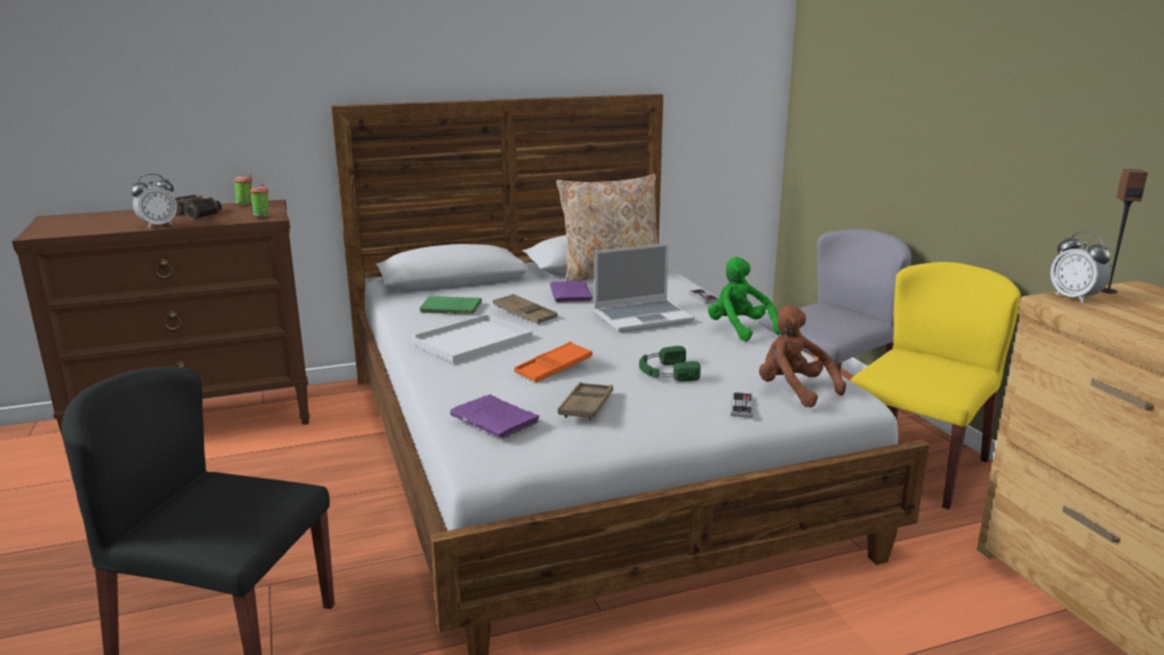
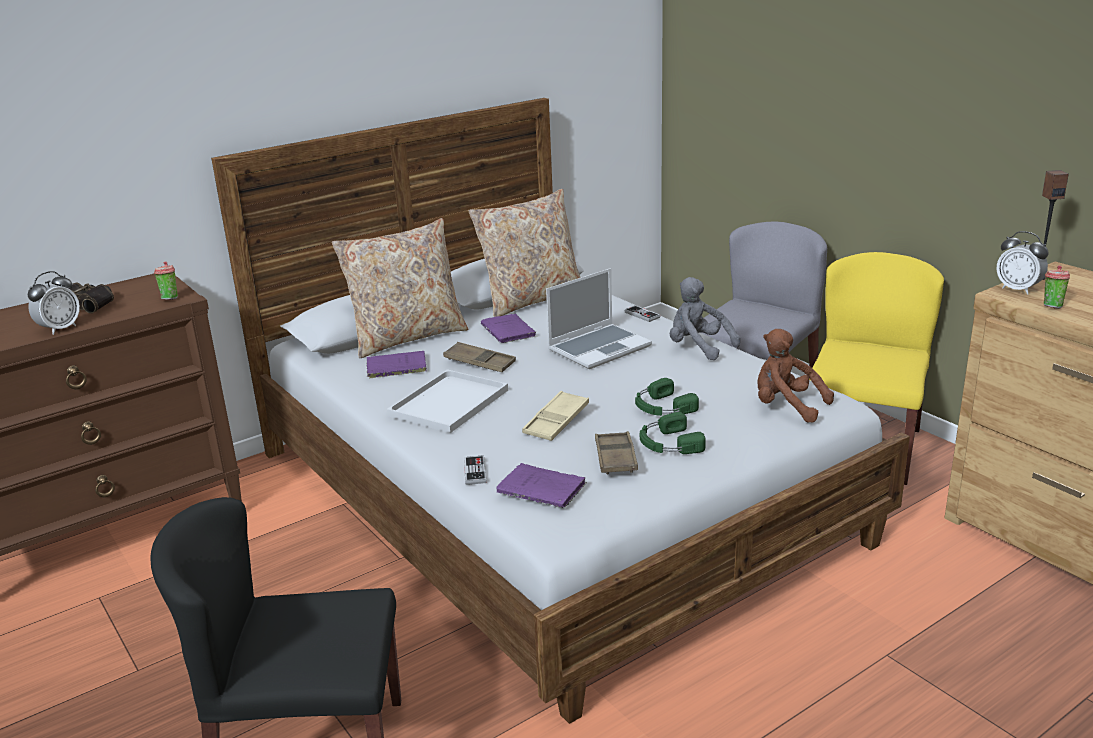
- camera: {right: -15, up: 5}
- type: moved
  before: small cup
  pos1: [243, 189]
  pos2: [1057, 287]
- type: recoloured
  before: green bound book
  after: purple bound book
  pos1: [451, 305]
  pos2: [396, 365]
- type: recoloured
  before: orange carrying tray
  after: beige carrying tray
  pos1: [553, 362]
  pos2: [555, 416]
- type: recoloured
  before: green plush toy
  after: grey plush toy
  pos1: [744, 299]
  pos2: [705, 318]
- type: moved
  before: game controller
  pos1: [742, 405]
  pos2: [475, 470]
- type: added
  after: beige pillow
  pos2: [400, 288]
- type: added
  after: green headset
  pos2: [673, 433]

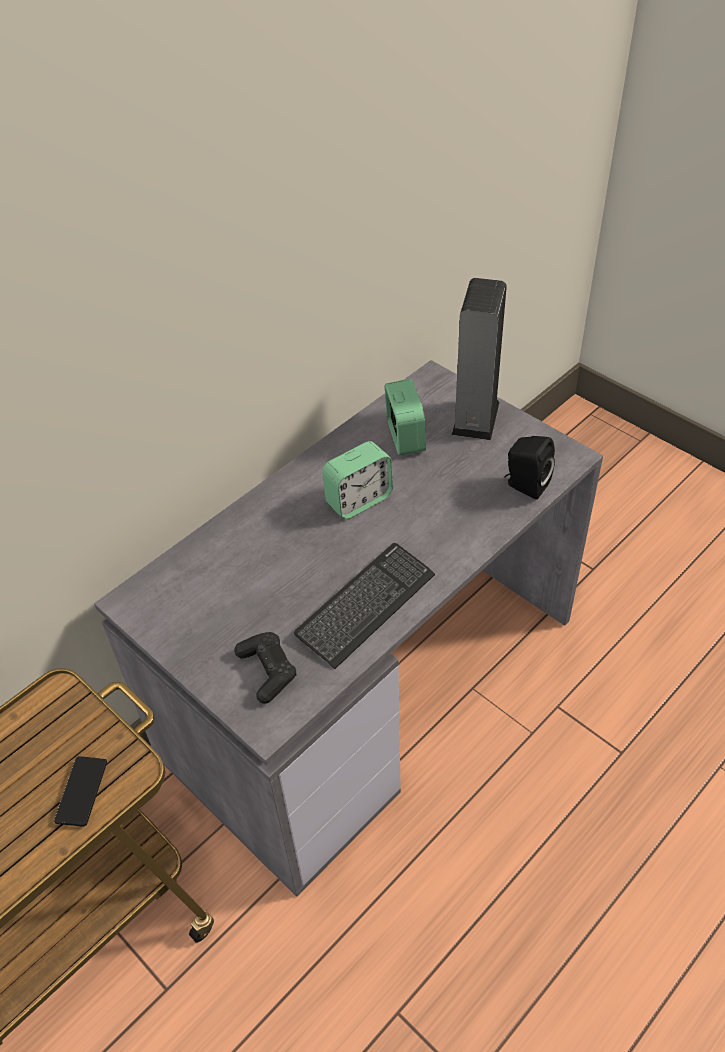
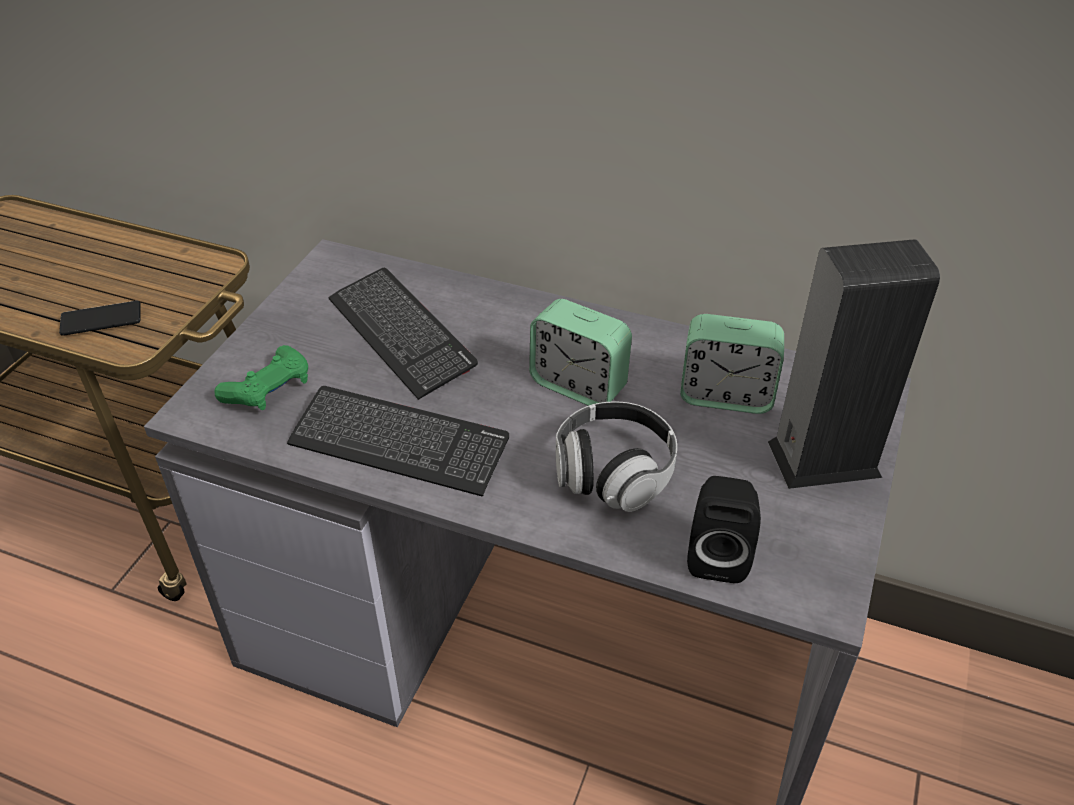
- camera: {right: 65, up: -5}
- type: recoloured
  before: black game controller
  after: green game controller
  pos1: [265, 668]
  pos2: [261, 377]
- type: turned
  before: alarm clock
  pos1: [405, 417]
  pos2: [732, 364]
  turn: 45
- type: added
  after: keyboard
  pos2: [403, 333]
- type: added
  after: headset
  pos2: [616, 456]

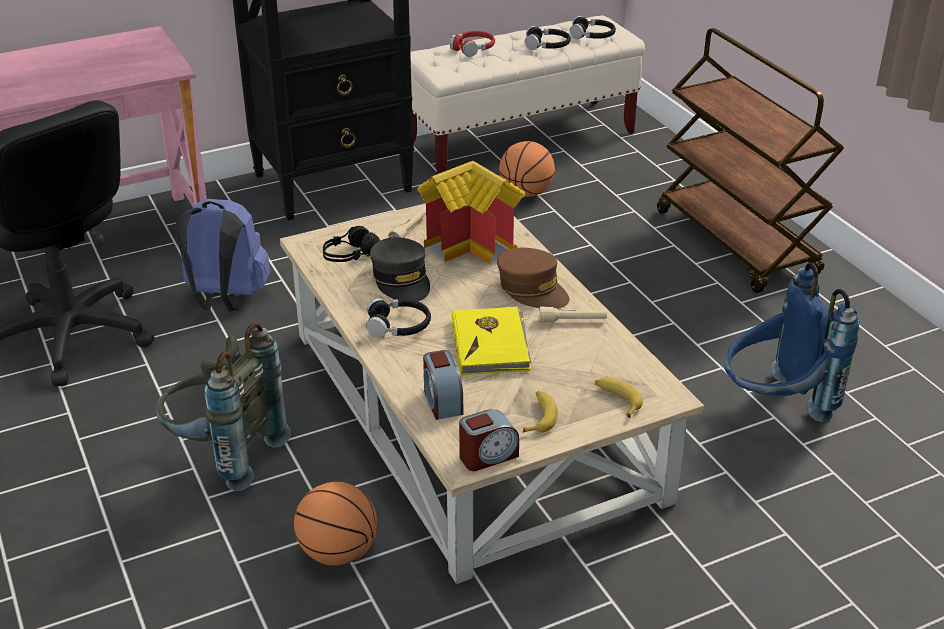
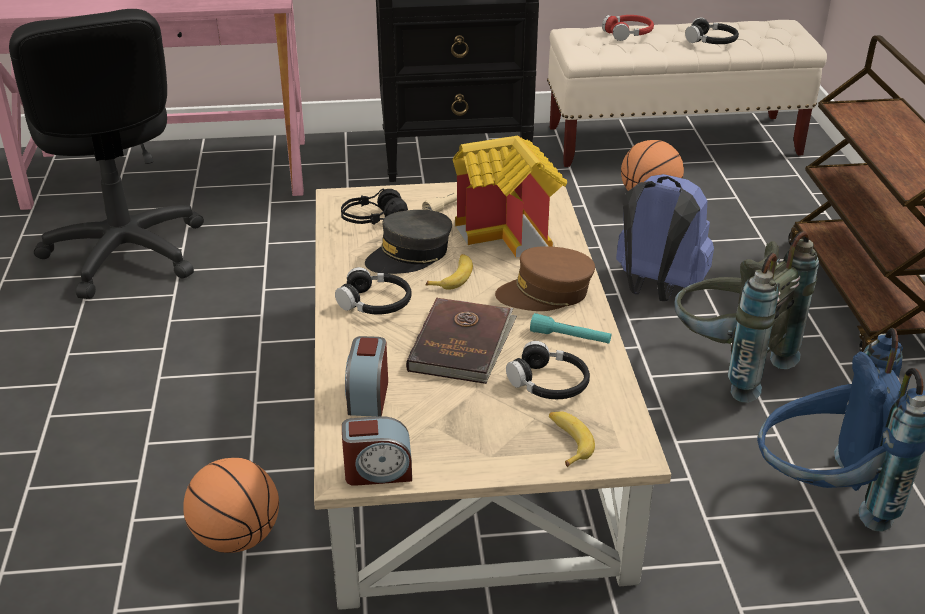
- camera: {right: 20, up: 0}
- type: moved
  before: grey knapsack
  pos1: [223, 406]
  pos2: [747, 317]
- type: moved
  before: bluish knapsack
  pos1: [223, 255]
  pos2: [665, 237]
- type: turned
  before: grey baseball cap
  pos1: [400, 269]
  pos2: [408, 242]
  turn: 60
- type: recoloured
  before: yellow-coloured bound book
  after: brownish bound book
  pos1: [491, 340]
  pos2: [461, 340]
- type: turned
  before: brownish baseball cap
  pos1: [533, 278]
  pos2: [545, 278]
  turn: 105
- type: moved
  before: banana fruit
  pos1: [540, 412]
  pos2: [449, 272]
- type: recoloured
  before: beige torch
  after: blue-green torch
  pos1: [573, 314]
  pos2: [570, 328]
- type: moved
  before: black headset
  pos1: [593, 27]
  pos2: [548, 370]

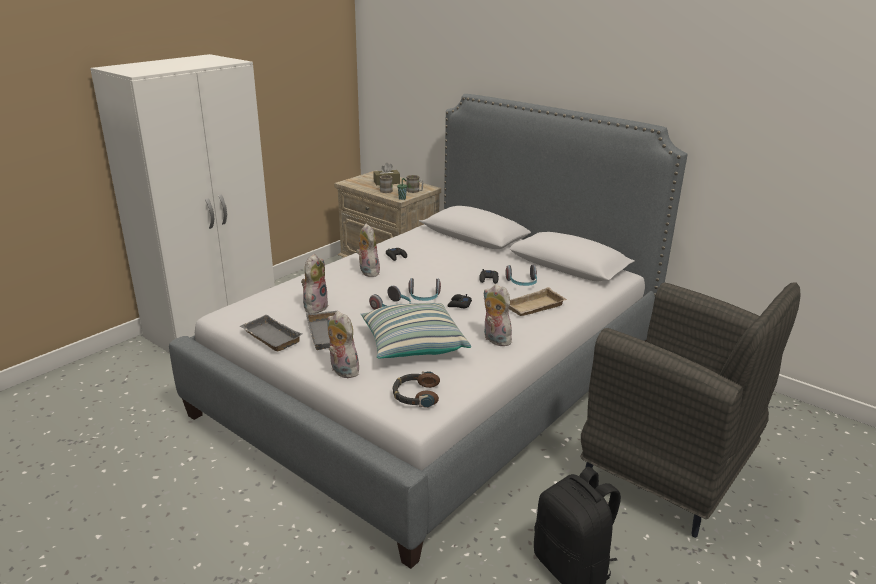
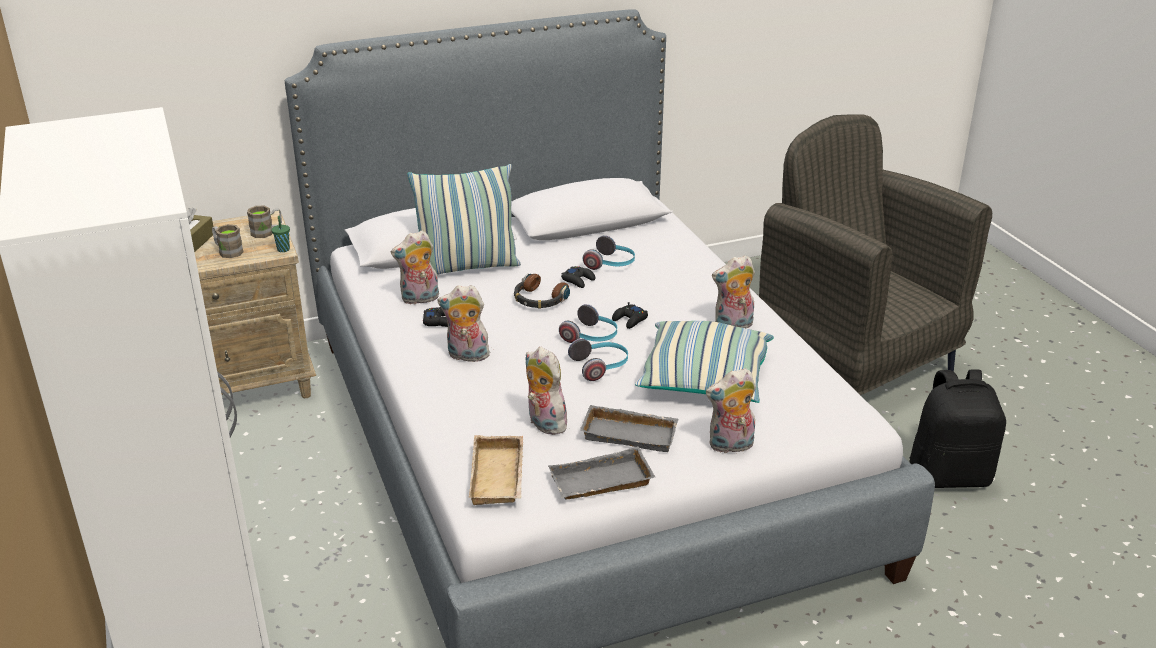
- camera: {right: -60, up: 5}
- type: moved
  before: headset
  pos1: [416, 389]
  pos2: [542, 291]
- type: moved
  before: beige carrying tray
  pos1: [537, 301]
  pos2: [496, 470]
- type: turned
  before: grey armchair
  pos1: [690, 410]
  pos2: [875, 254]
  turn: -105
- type: added
  after: plush toy
  pos2: [415, 267]
- type: added
  after: pillow
  pos2: [464, 219]

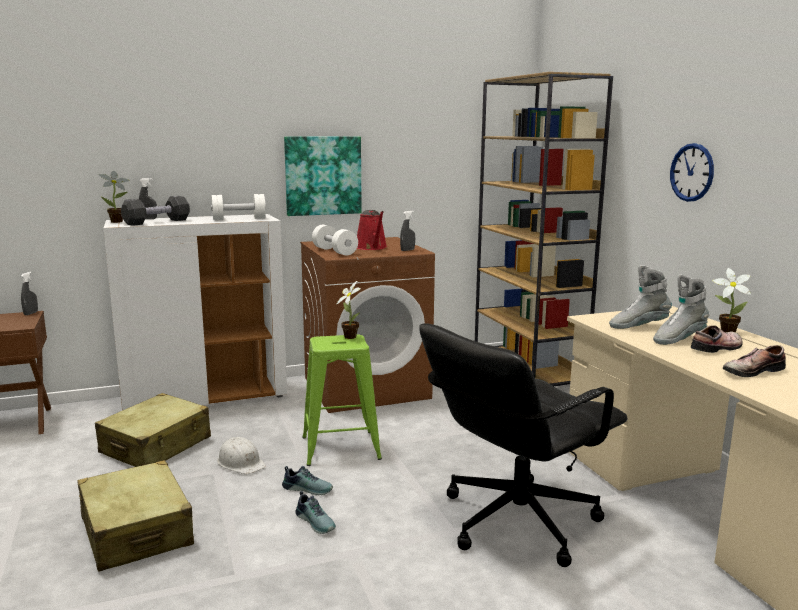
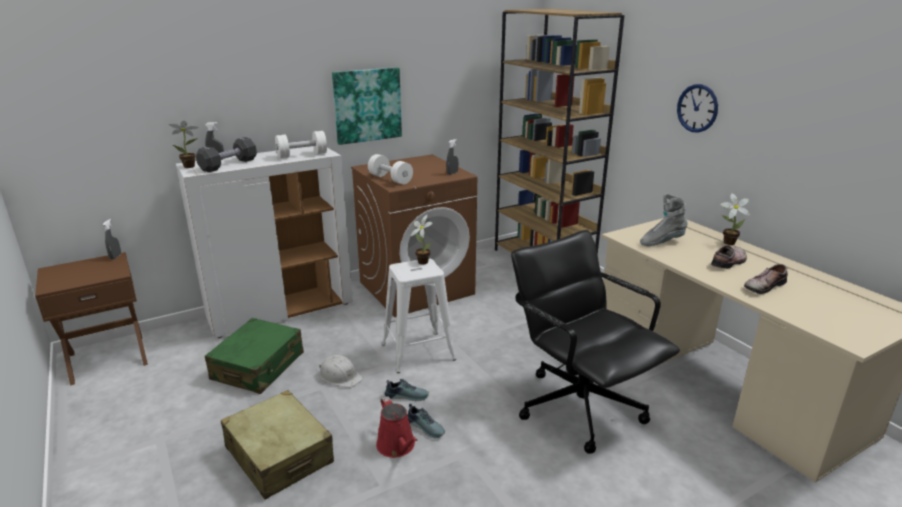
- camera: {right: -10, up: 10}
- type: recoloured
  before: beige piece of luggage
  after: green piece of luggage
  pos1: [153, 430]
  pos2: [254, 356]
- type: recoloured
  before: green sitting stool
  after: white-coloured sitting stool
  pos1: [342, 400]
  pos2: [419, 316]
- type: moved
  before: reddish sprinkling can
  pos1: [372, 230]
  pos2: [396, 427]
- type: turned
  before: black office chair
  pos1: [523, 445]
  pos2: [595, 342]
  turn: 105
- type: removed
  before: grey high-top boot
  pos1: [681, 309]

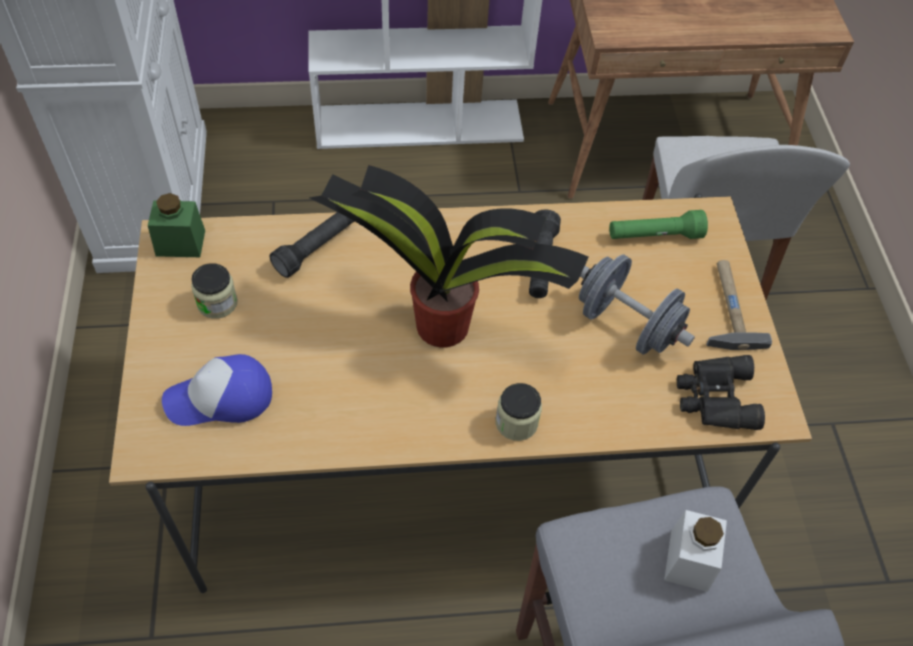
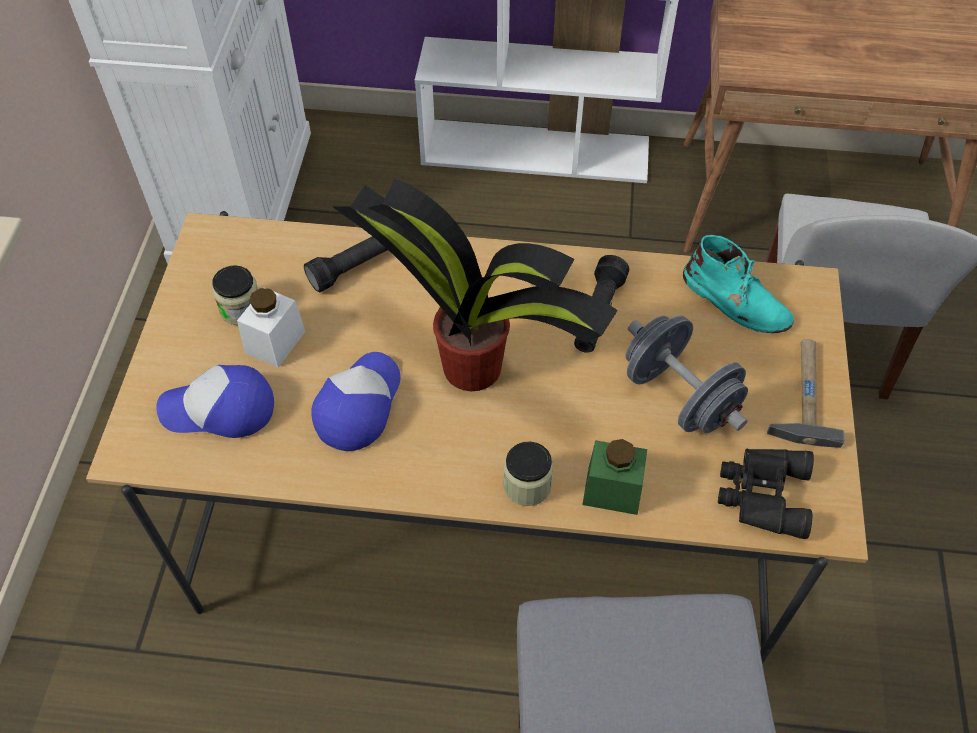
- camera: {right: 15, up: 0}
- type: moved
  before: green storage jar
  pos1: [176, 225]
  pos2: [614, 477]
- type: replaced
  before: green torch
  after: blue-green high-top boot
  pos1: [658, 224]
  pos2: [738, 284]
- type: moved
  before: white-coloured storage jar
  pos1: [695, 551]
  pos2: [271, 328]
- type: added
  after: baseball cap
  pos2: [356, 401]

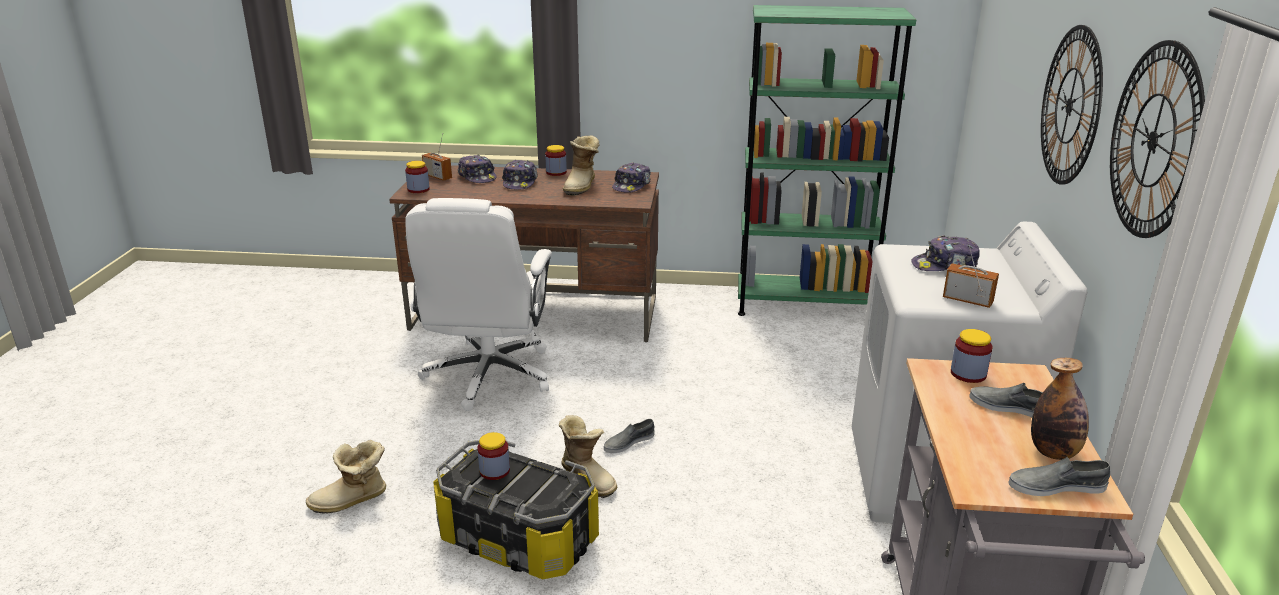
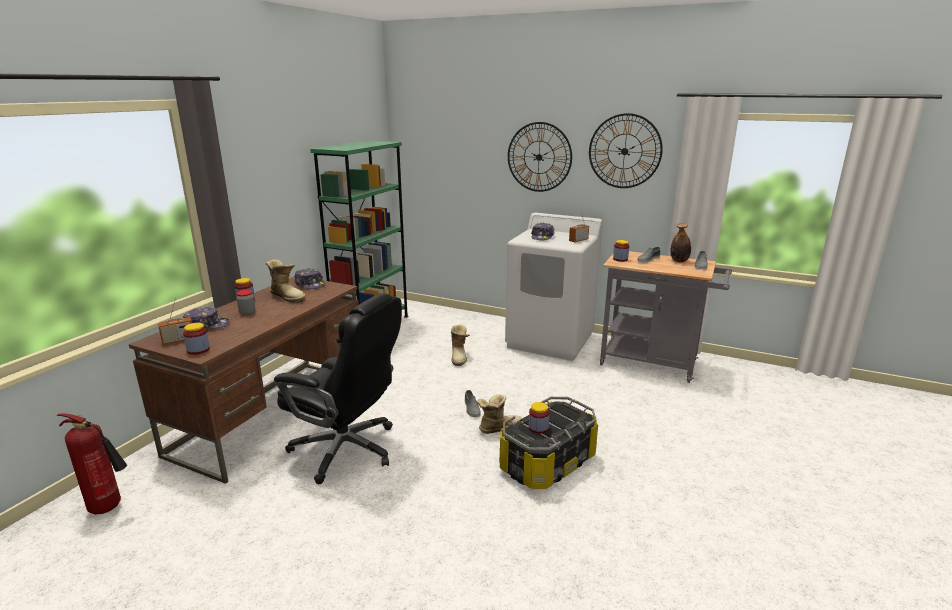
- camera: {right: -70, up: -5}
- type: moved
  before: high-top boot
  pos1: [346, 477]
  pos2: [460, 345]
- type: recoloured
  before: white-coloured office chair
  after: black office chair
  pos1: [478, 304]
  pos2: [338, 388]
- type: replaced
  before: baseball cap
  after: storage jar
  pos1: [520, 175]
  pos2: [246, 303]
- type: added
  after: extinguisher
  pos2: [91, 464]

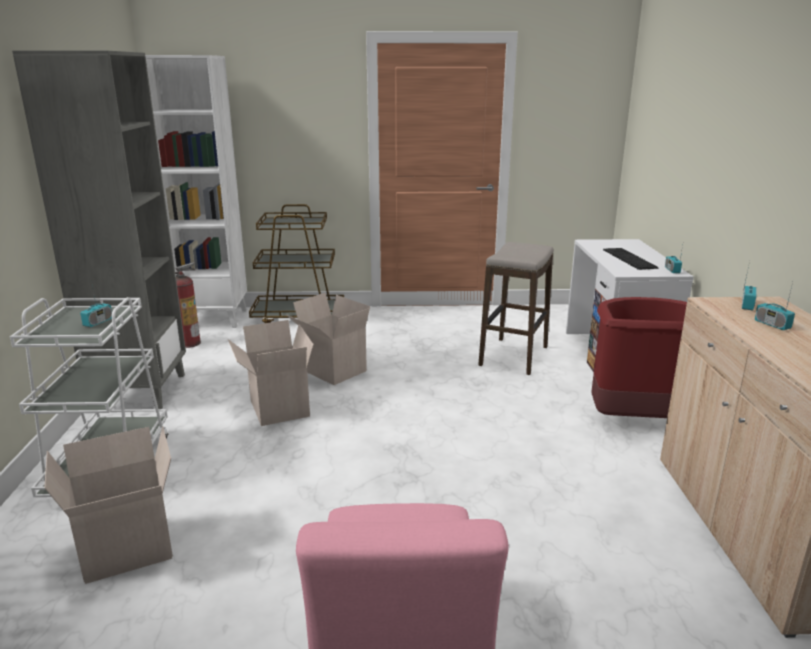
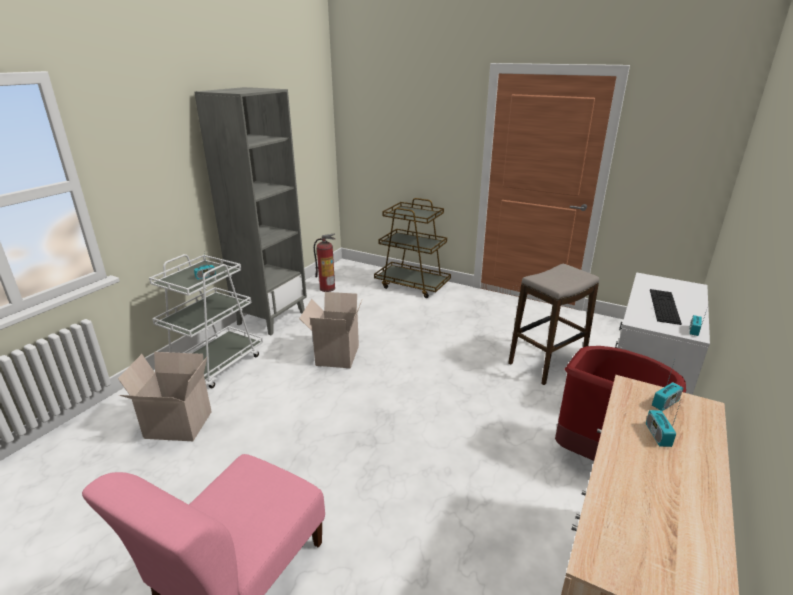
- camera: {right: 30, up: 5}
- type: removed
  before: white-coloured bookshelf
  pos1: [196, 191]
- type: removed
  before: carton
  pos1: [328, 339]

